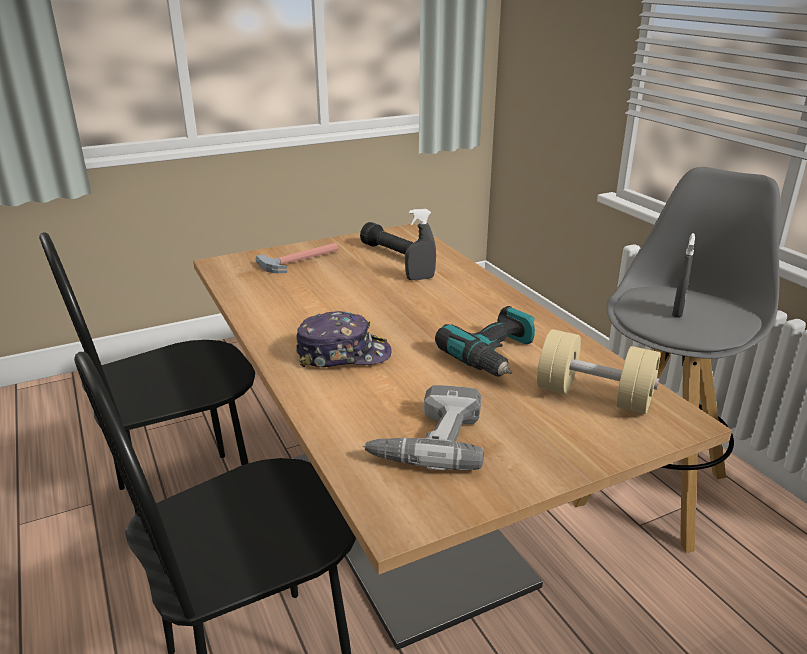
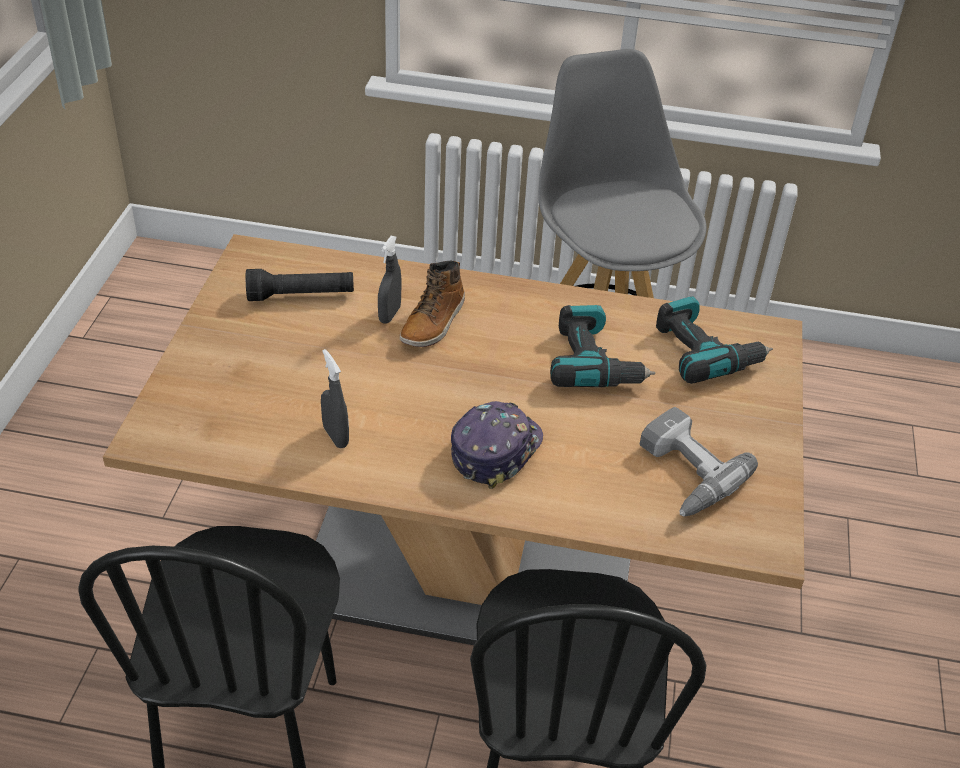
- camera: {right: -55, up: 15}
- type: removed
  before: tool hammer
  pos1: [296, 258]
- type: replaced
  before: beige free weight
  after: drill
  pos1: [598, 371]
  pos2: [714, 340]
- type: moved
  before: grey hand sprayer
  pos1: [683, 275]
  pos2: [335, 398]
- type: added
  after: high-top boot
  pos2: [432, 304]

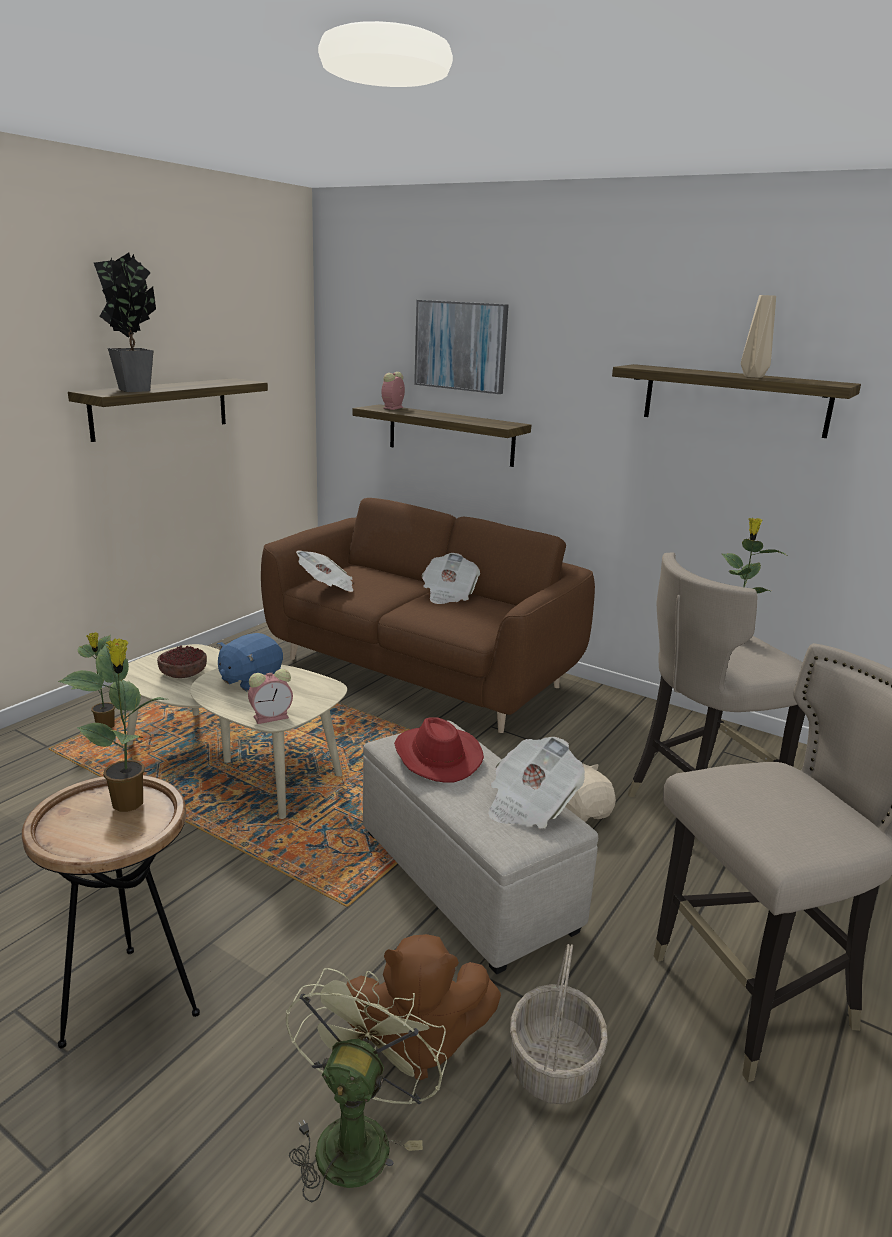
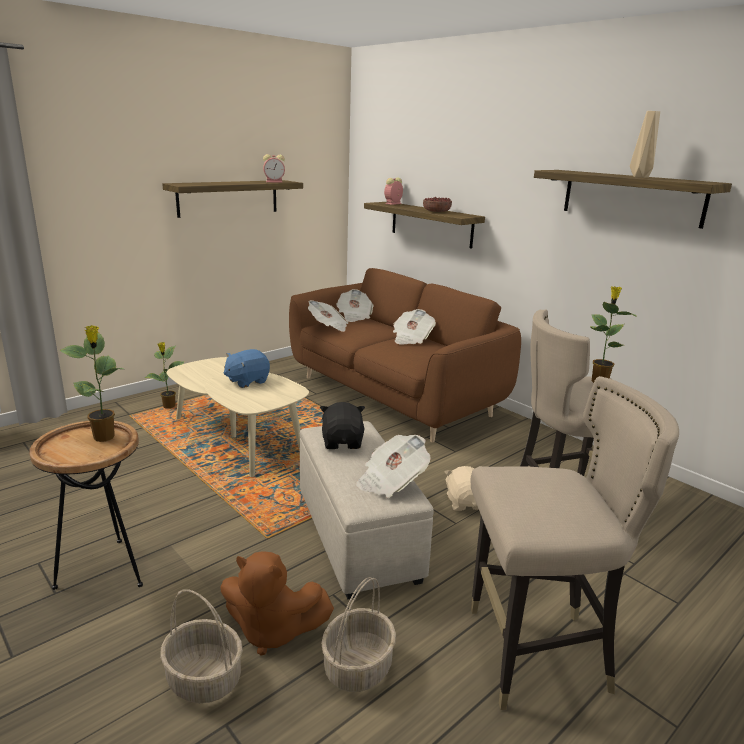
- camera: {right: 15, up: 0}
- type: removed
  before: potted plant
  pos1: [125, 322]
- type: moved
  before: deep dish
  pos1: [182, 661]
  pos2: [437, 204]
- type: moved
  before: alarm clock
  pos1: [270, 696]
  pos2: [274, 168]
- type: replaced
  before: green fan
  after: household basket
  pos1: [366, 1085]
  pos2: [201, 646]
- type: replaced
  before: reddish clothing hat
  after: black plush toy
  pos1: [439, 750]
  pos2: [342, 425]
- type: removed
  before: wall art
  pos1: [461, 347]
- type: added
  after: printed paper
  pos2: [355, 305]

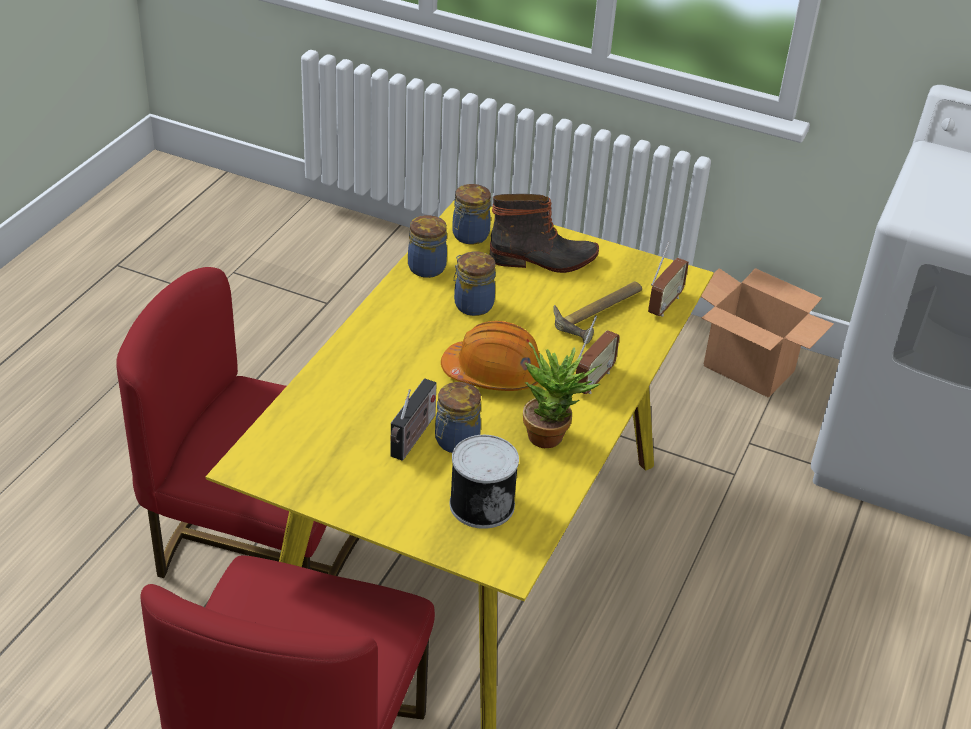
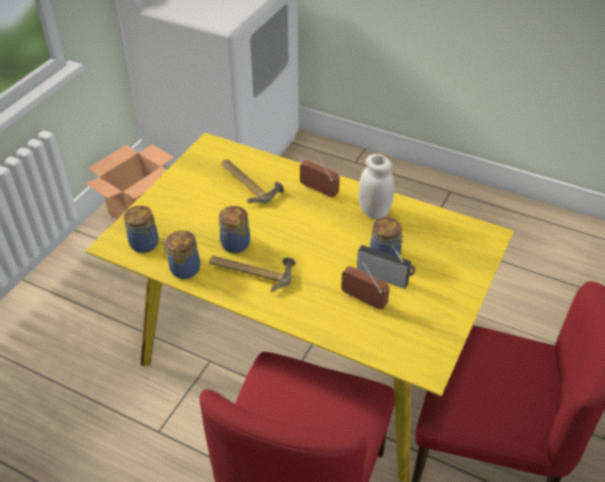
- camera: {right: -85, up: 5}
- type: removed
  before: orange safety helmet
  pos1: [490, 356]
- type: removed
  before: metal can
  pos1: [484, 482]
- type: removed
  before: high-top boot
  pos1: [544, 233]
- type: replaced
  before: potted plant
  after: white-coloured storage jar
  pos1: [562, 395]
  pos2: [376, 187]
- type: moved
  before: radio
  pos1: [668, 279]
  pos2: [365, 286]
- type: added
  after: tool hammer
  pos2: [252, 274]

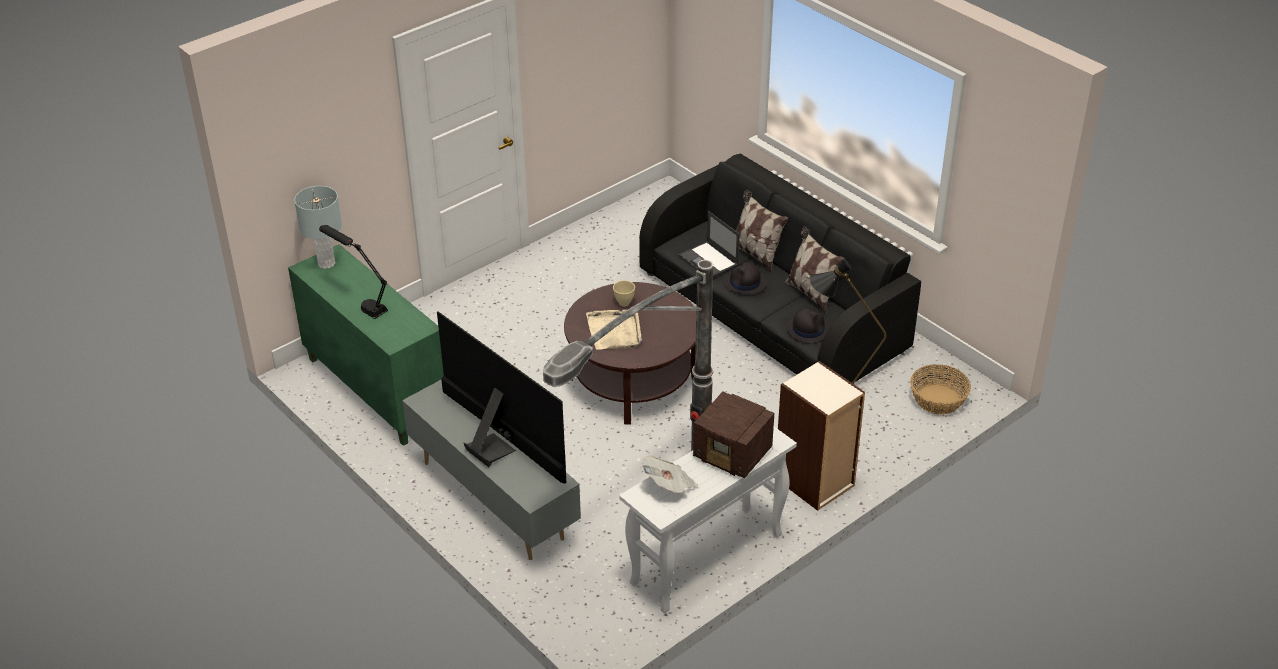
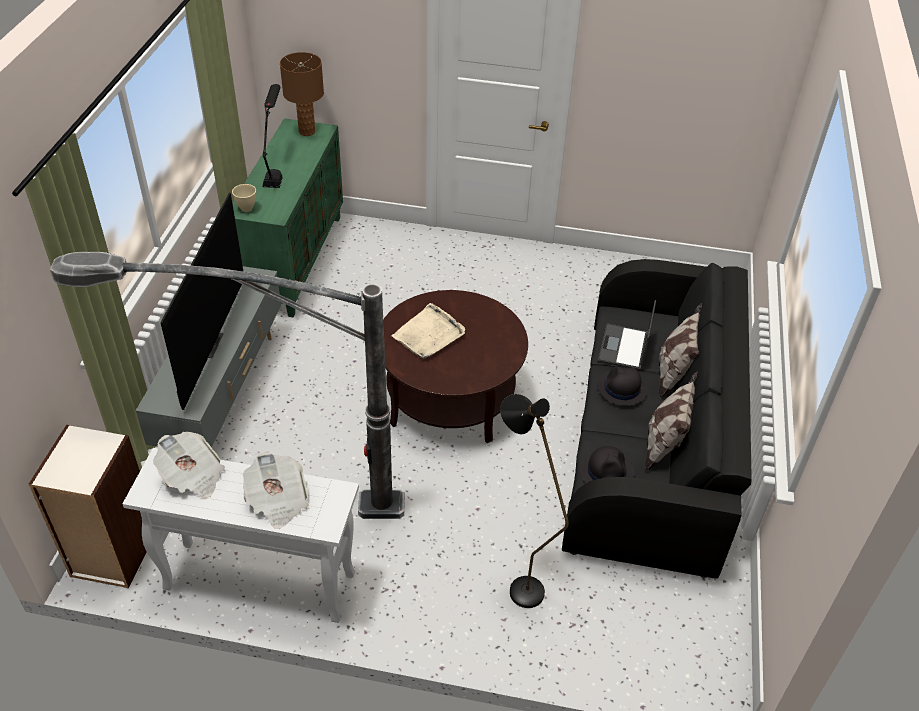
- camera: {right: 50, up: 5}
- type: recoloured
  before: grey table lamp
  after: brownish table lamp
  pos1: [318, 227]
  pos2: [302, 94]
- type: moved
  before: beige deep dish
  pos1: [624, 293]
  pos2: [244, 198]
- type: replaced
  before: radio
  after: printed paper
  pos1: [733, 435]
  pos2: [276, 490]
- type: moved
  before: bookshelf
  pos1: [821, 436]
  pos2: [88, 506]
- type: removed
  before: household basket
  pos1: [940, 389]

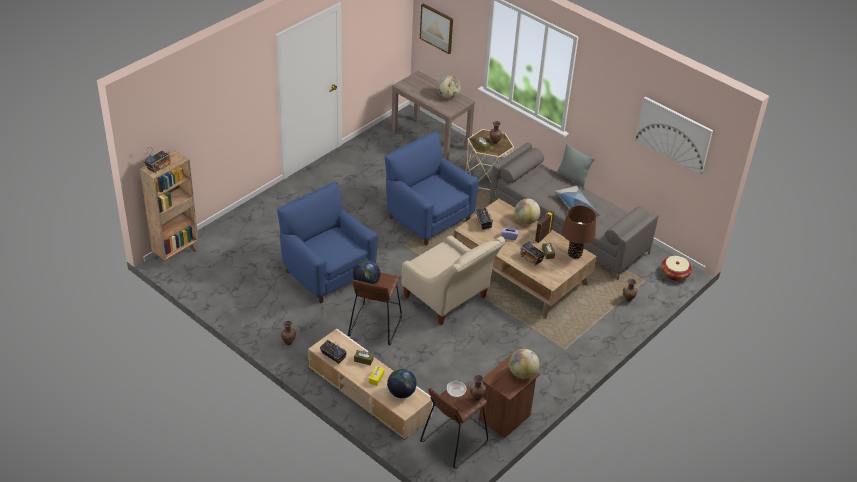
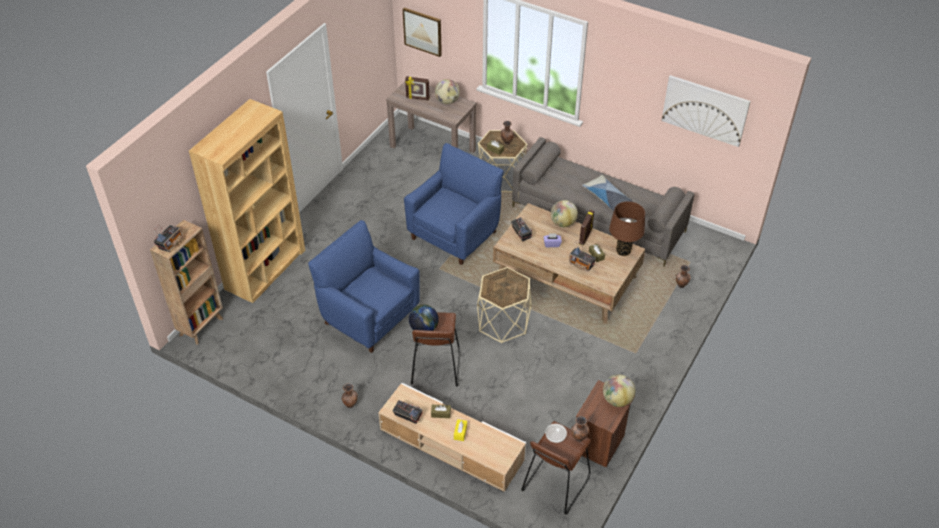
- camera: {right: -10, up: 5}
- type: turned
  before: bluish armchair
  pos1: [432, 188]
  pos2: [454, 204]
  turn: 90
- type: removed
  before: world globe
  pos1: [402, 383]
- type: replaced
  before: beige armchair
  after: beige end table
  pos1: [453, 280]
  pos2: [504, 305]
- type: removed
  before: grey pillow
  pos1: [575, 166]
- type: removed
  before: household basket
  pos1: [676, 268]
- type: added
  after: brownish bookshelf
  pos2: [247, 201]
- type: added
  after: picture frame
  pos2: [417, 88]

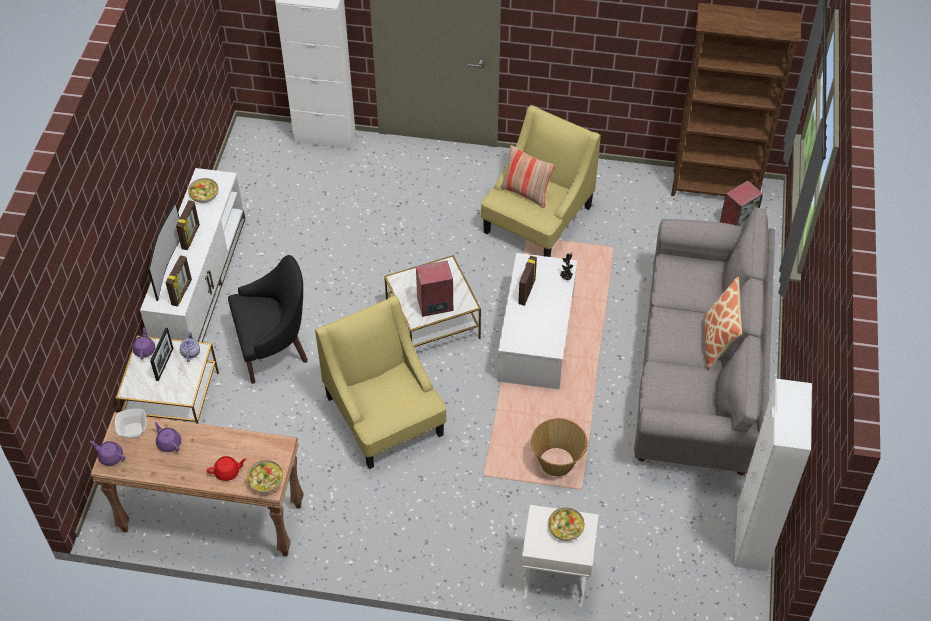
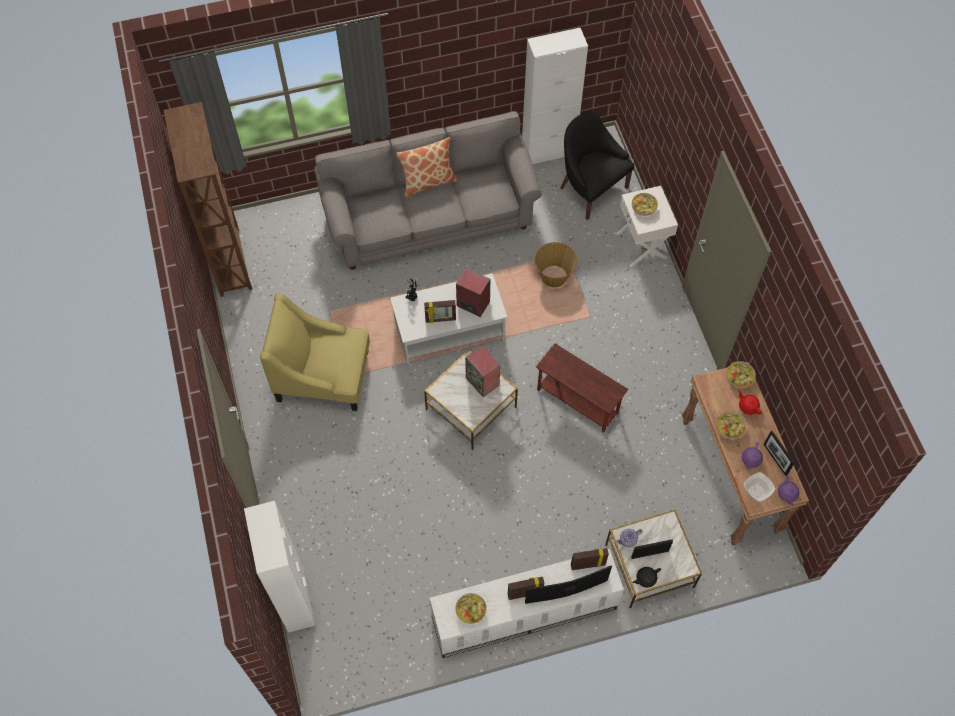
- camera: {right: -115, up: 10}
- type: recoloured
  before: purple tea pot
  after: black tea pot
  pos1: [143, 343]
  pos2: [646, 577]
- type: moved
  before: black armchair
  pos1: [268, 319]
  pos2: [597, 165]
- type: replaced
  before: yellow-coloured armchair
  after: brownish end table
  pos1: [381, 382]
  pos2: [582, 388]
- type: removed
  before: pillow
  pos1: [528, 176]
- type: moved
  before: loudspeaker
  pos1: [741, 203]
  pos2: [473, 292]
- type: added
  after: deep dish
  pos2: [731, 425]
- type: added
  after: picture frame
  pos2: [779, 453]

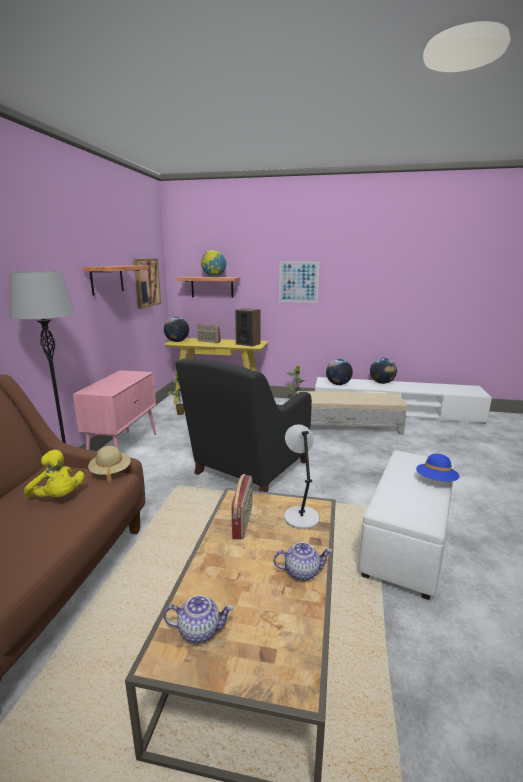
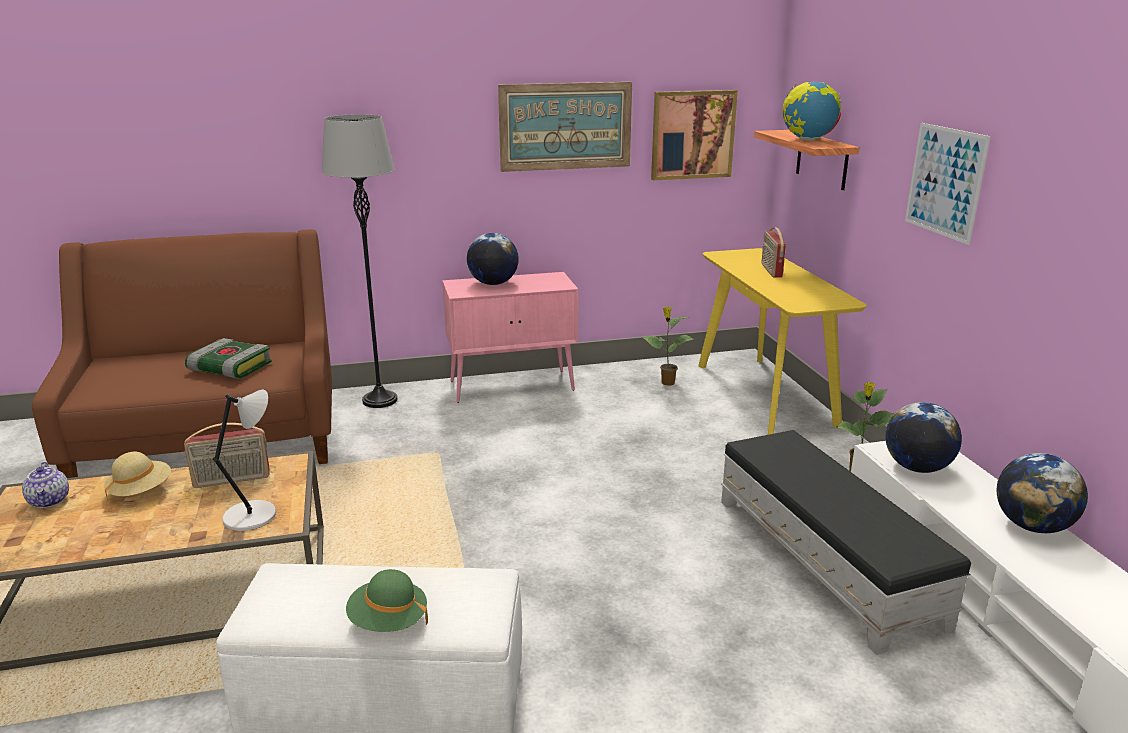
- camera: {right: 65, up: 5}
- type: replaced
  before: yellow-coloured plush toy
  after: bound book
  pos1: [54, 474]
  pos2: [228, 358]
- type: replaced
  before: wall shelf
  after: wall art
  pos1: [116, 280]
  pos2: [565, 127]
- type: moved
  before: beige clothing hat
  pos1: [109, 464]
  pos2: [137, 476]
- type: moved
  before: world globe
  pos1: [176, 329]
  pos2: [493, 259]
- type: removed
  before: black armchair
  pos1: [243, 425]
- type: removed
  before: loudspeaker
  pos1: [247, 327]
- type: removed
  before: tea pot
  pos1: [302, 561]
- type: recoloured
  before: beige pouffe
  after: black pouffe
  pos1: [351, 412]
  pos2: [846, 542]
- type: recoloured
  before: bluish clothing hat
  after: green clothing hat
  pos1: [437, 468]
  pos2: [387, 600]

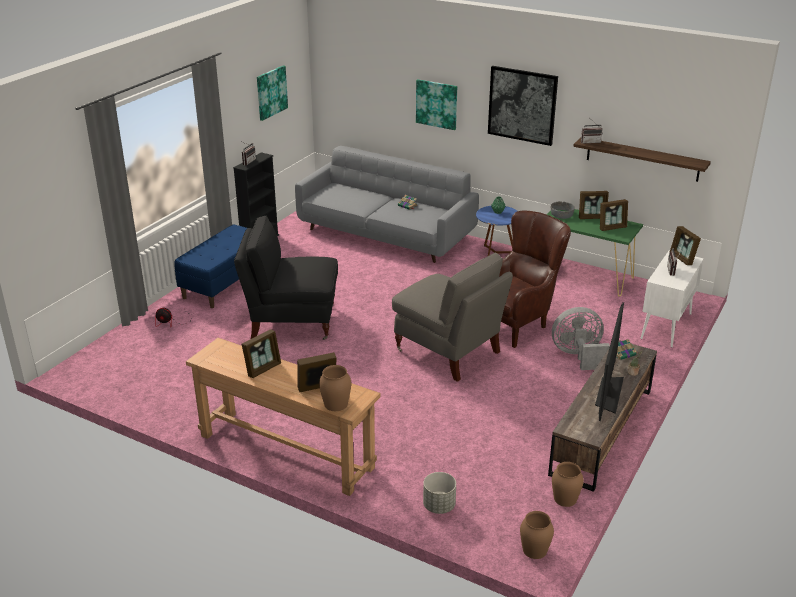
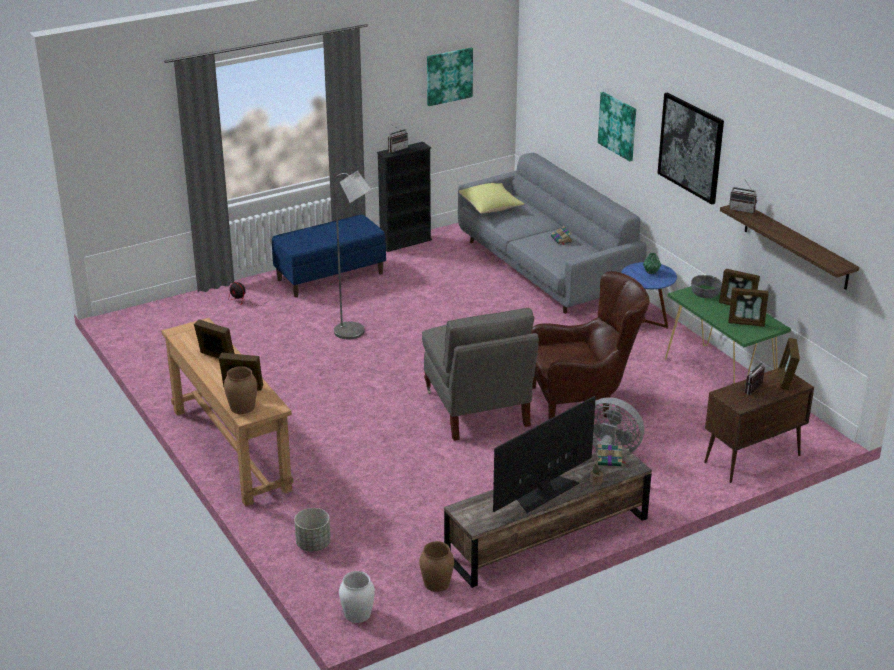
- camera: {right: 30, up: 0}
- type: replaced
  before: black armchair
  after: grey standard lamp
  pos1: [286, 277]
  pos2: [353, 255]
- type: turned
  before: picture frame
  pos1: [261, 353]
  pos2: [214, 338]
  turn: -135
- type: recoloured
  before: brownish vase
  after: white-coloured vase
  pos1: [537, 535]
  pos2: [357, 597]
- type: recoloured
  before: white-coloured storage cabinet
  after: brownish storage cabinet
  pos1: [672, 299]
  pos2: [759, 425]
- type: added
  after: yellow-coloured pillow
  pos2: [491, 198]

